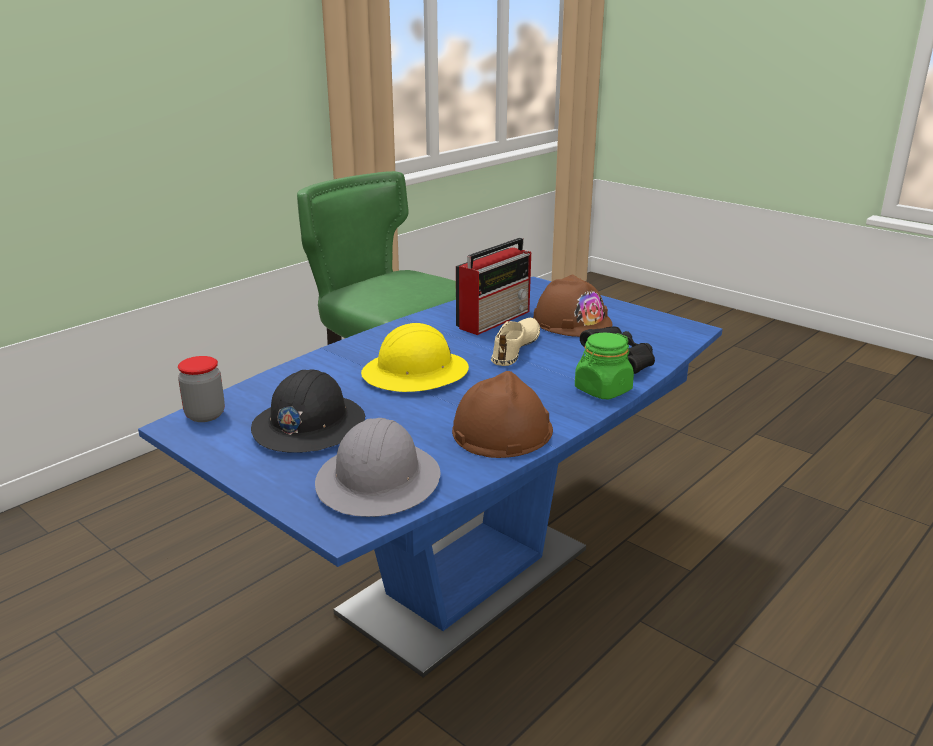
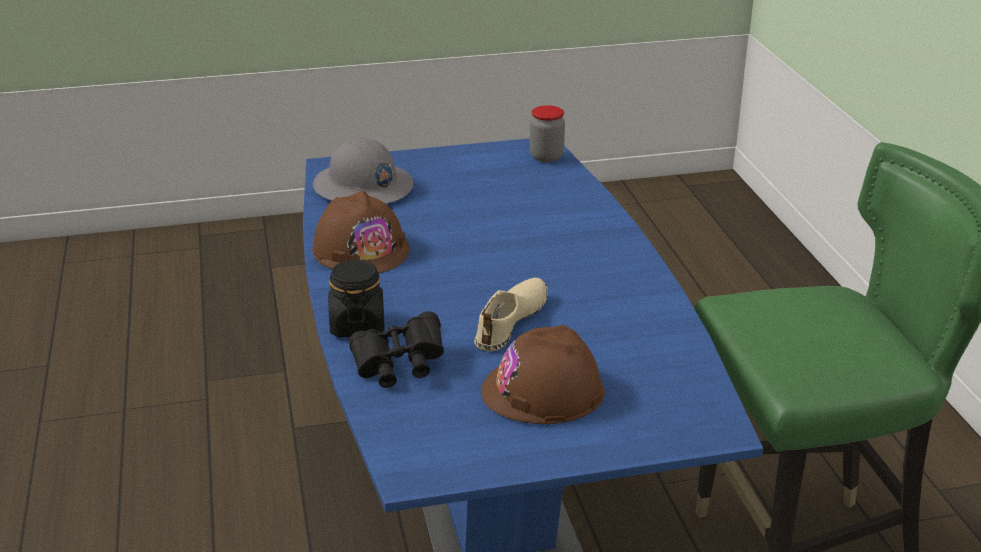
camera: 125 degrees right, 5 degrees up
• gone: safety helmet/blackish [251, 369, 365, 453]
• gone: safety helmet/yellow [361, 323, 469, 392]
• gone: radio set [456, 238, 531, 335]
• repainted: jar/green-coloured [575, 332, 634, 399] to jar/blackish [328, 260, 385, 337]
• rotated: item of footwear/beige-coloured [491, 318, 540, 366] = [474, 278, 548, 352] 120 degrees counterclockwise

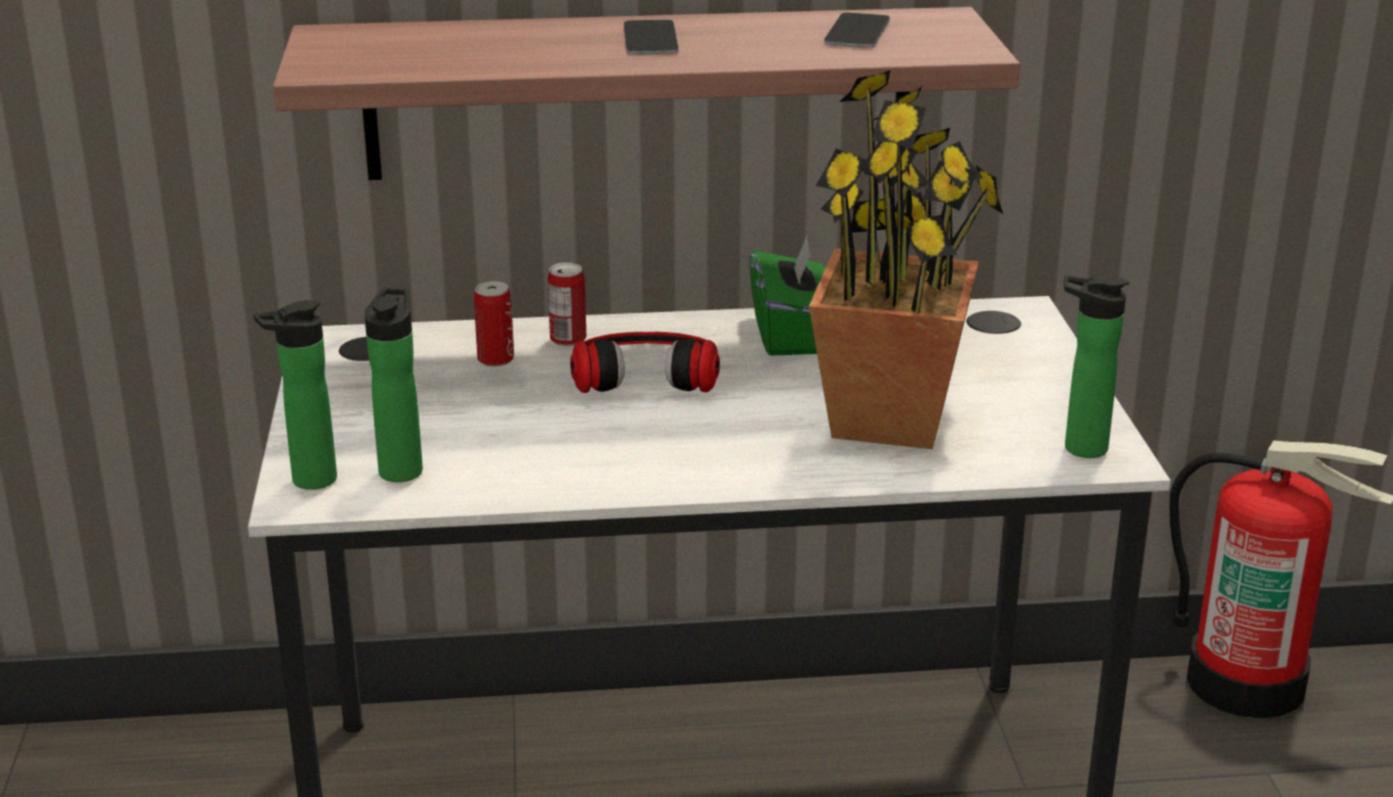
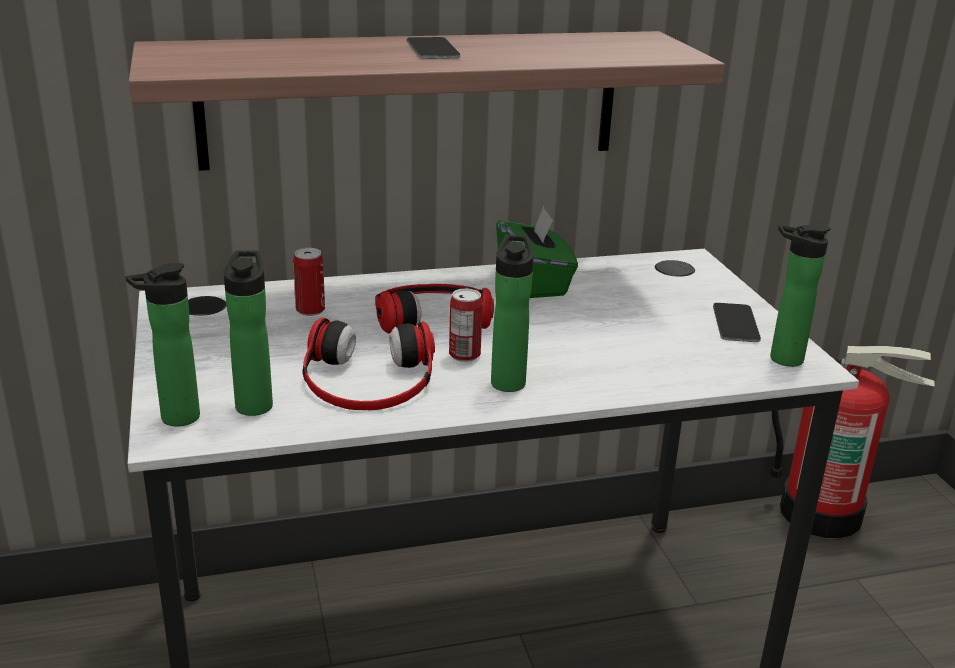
camera: 10 degrees left, 0 degrees up
• gone: potted plant [809, 70, 1003, 449]
• new: headphones [303, 318, 435, 410]
• new: bottle [491, 235, 534, 392]
• shifted: sealed can [548, 263, 586, 347] to [449, 289, 483, 362]
• shifted: telephone [824, 13, 890, 47] to [713, 303, 761, 342]

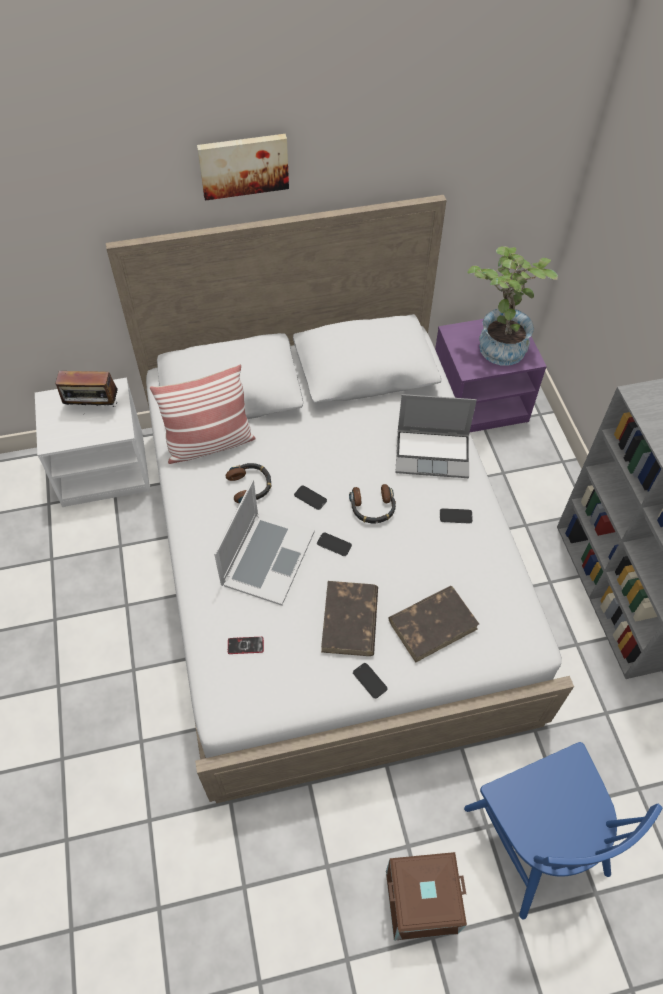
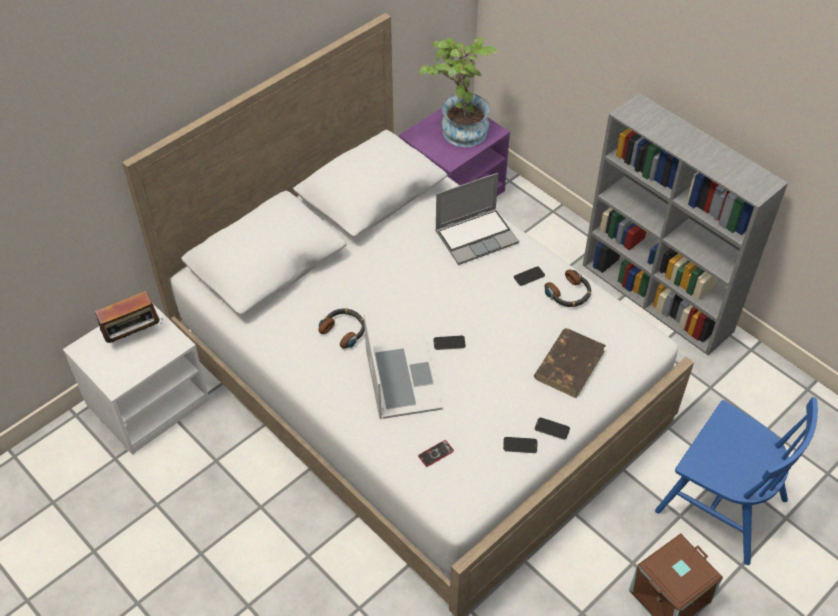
camera: 30 degrees left, 5 degrees down
• gone: throw pillow [150, 365, 256, 464]
• gone: wall art [197, 134, 289, 201]
• gone: volume/brown-coloured [321, 581, 378, 656]
• shifted: telephone [294, 485, 327, 510] to [503, 437, 537, 453]
• shifted: headphones [349, 484, 396, 523] to [544, 270, 591, 307]

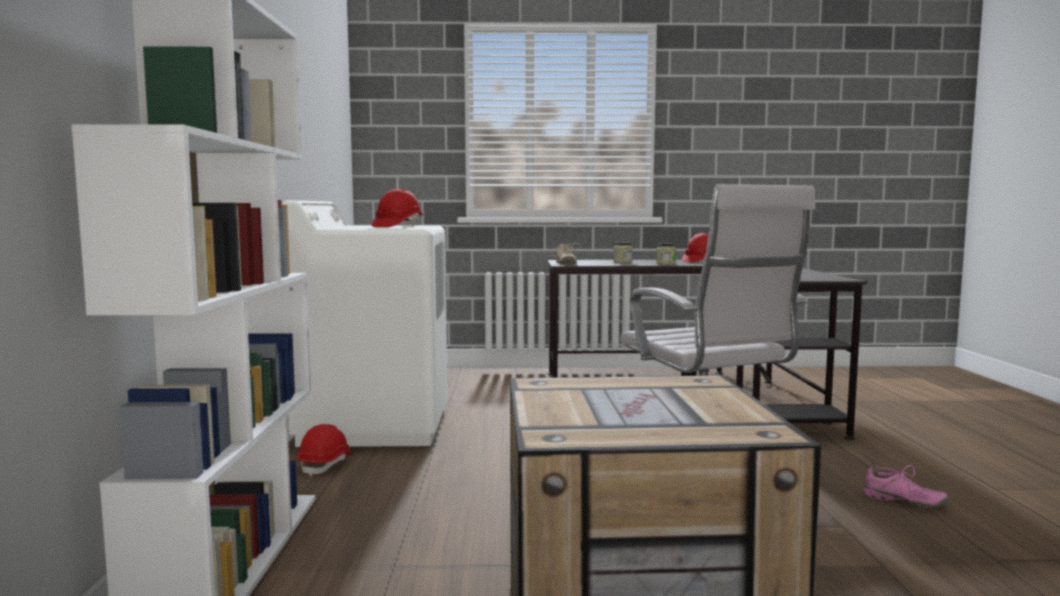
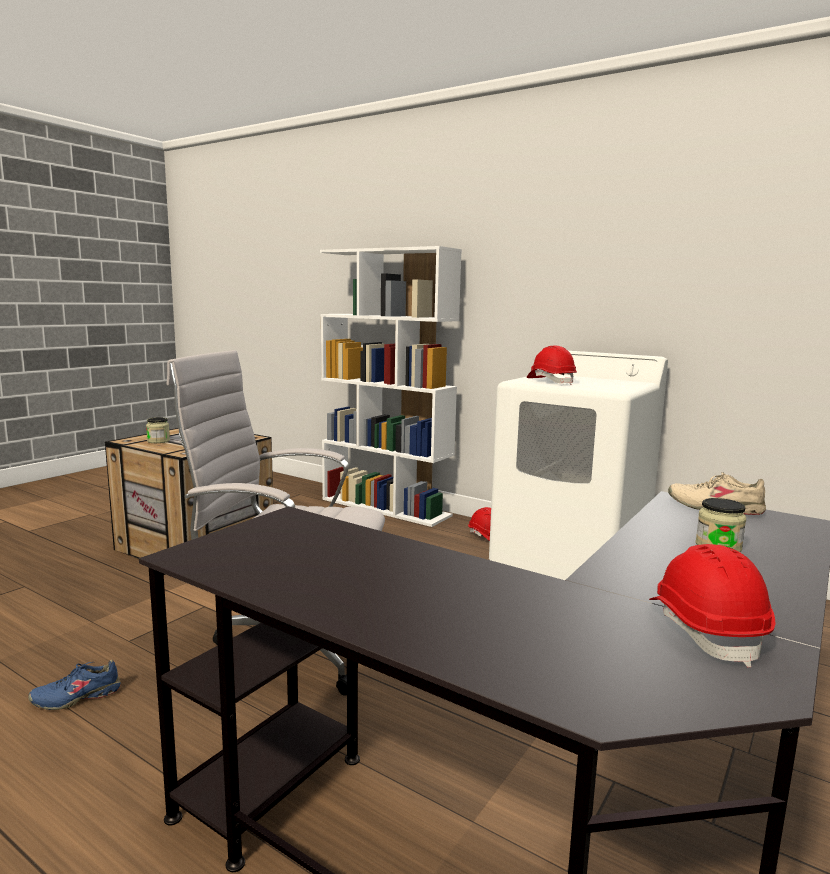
camera: 125 degrees right, 5 degrees up
• shifted: jar [656, 243, 676, 265] to [146, 417, 170, 443]
• repainted: item of footwear/pink [863, 465, 949, 508] to item of footwear/blue-coloured [28, 660, 121, 710]

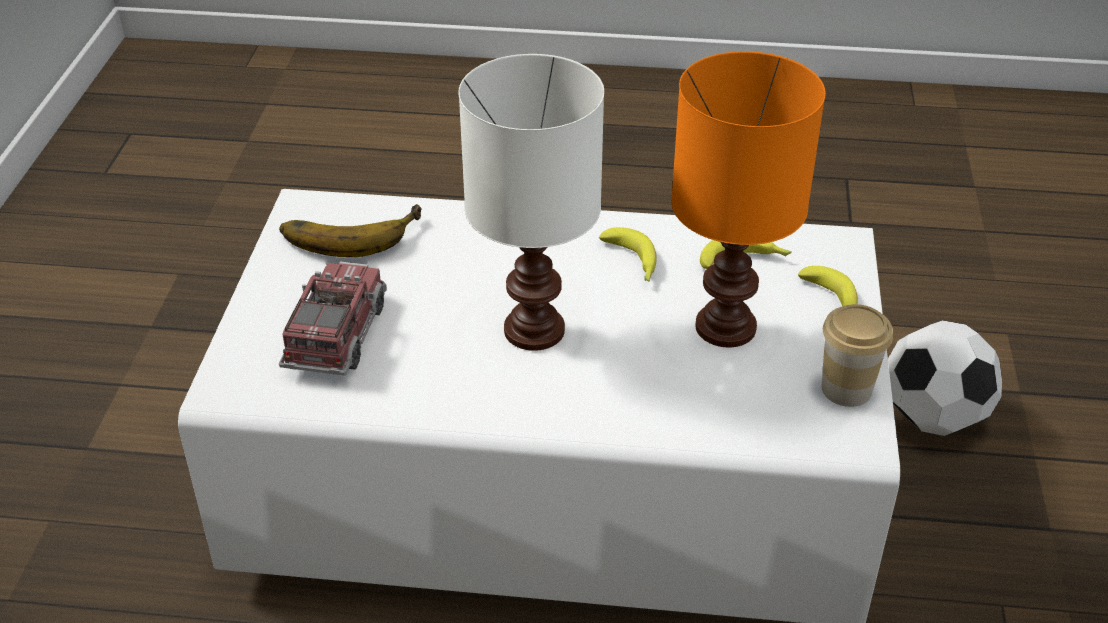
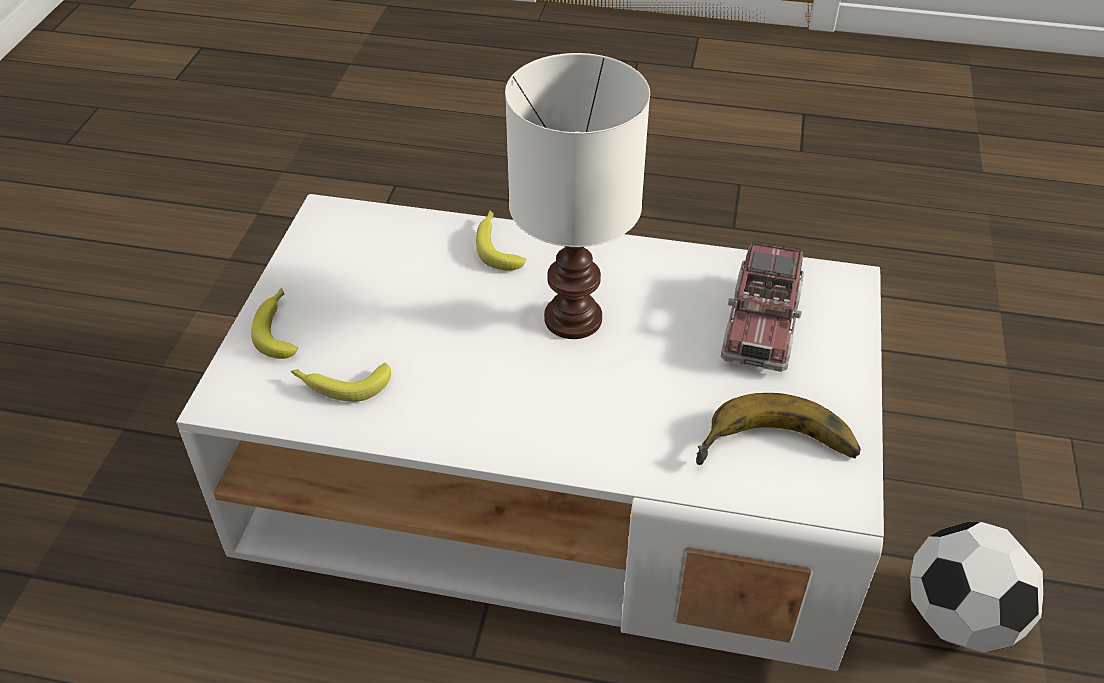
camera: 175 degrees left, 5 degrees up
• gone: table lamp/orange [671, 51, 826, 347]
• gone: cup [822, 304, 893, 407]
• shifted: banana [599, 227, 657, 281] to [476, 210, 526, 271]
• shifted: football [888, 320, 1002, 436] to [910, 522, 1043, 653]

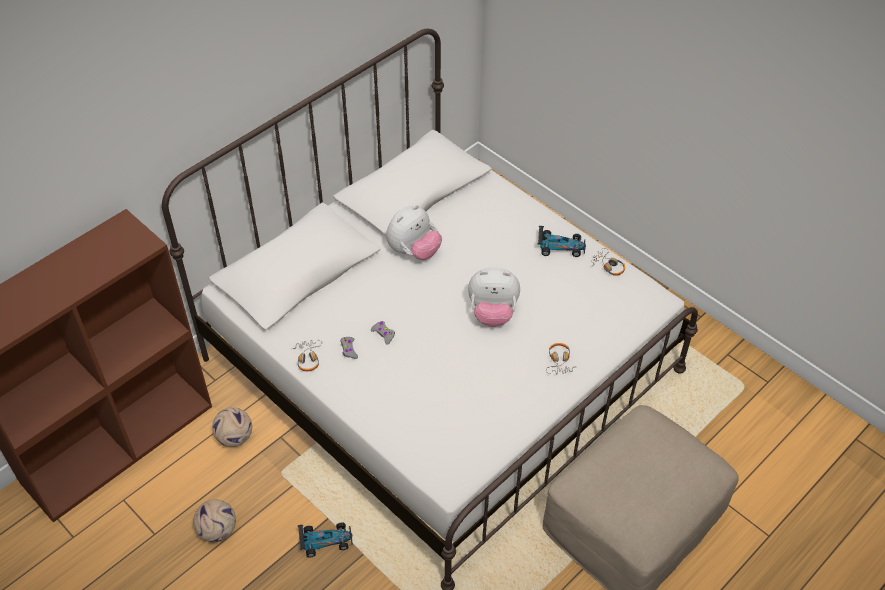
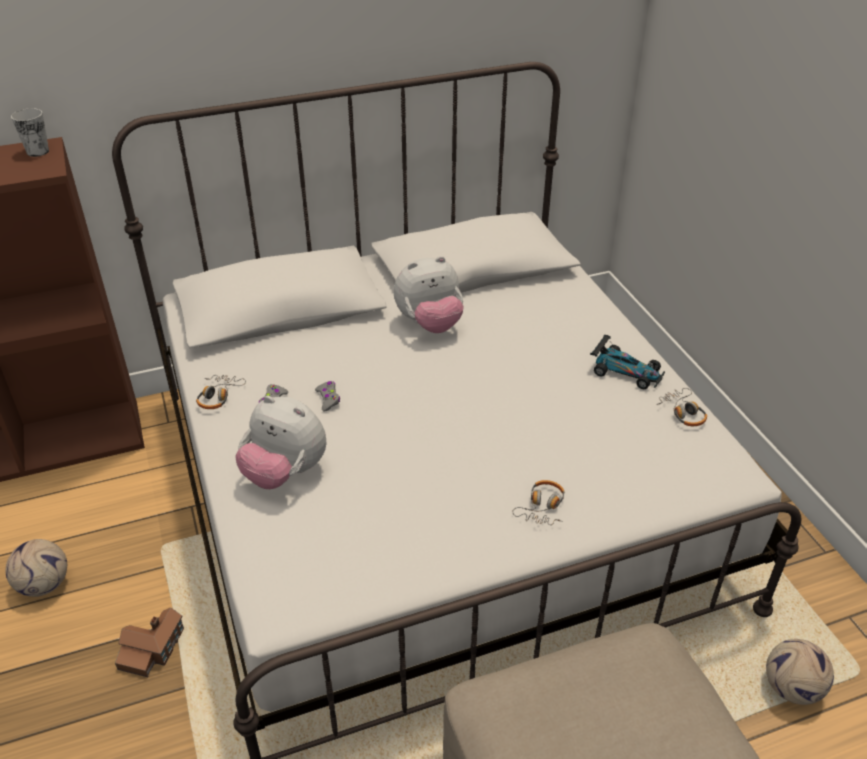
camera: 25 degrees right, 10 degrees down
• new: cup [11, 108, 49, 157]
• shifted: football [212, 407, 252, 447] to [766, 639, 834, 705]
• shifted: plush toy [468, 267, 520, 327] to [235, 396, 326, 489]
• swapped: model car [298, 523, 353, 557] to miniature house [115, 607, 184, 677]

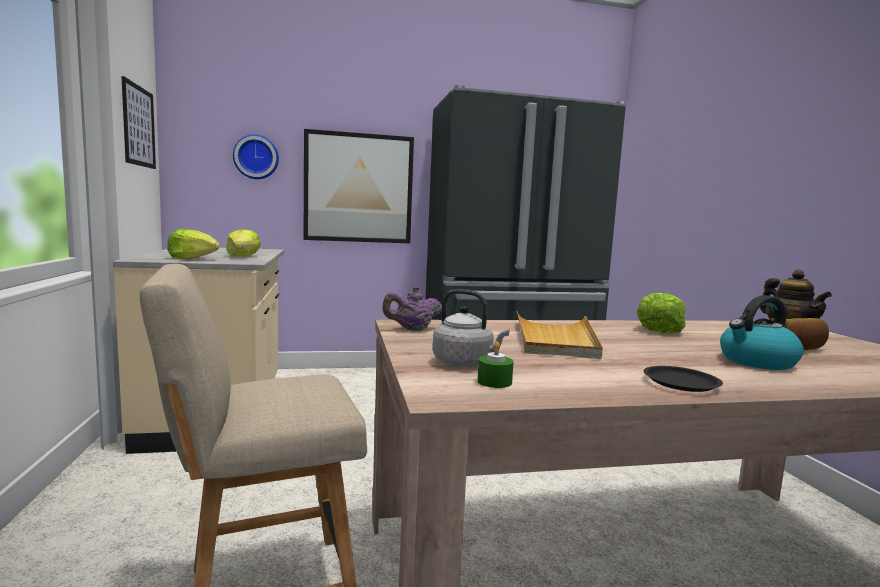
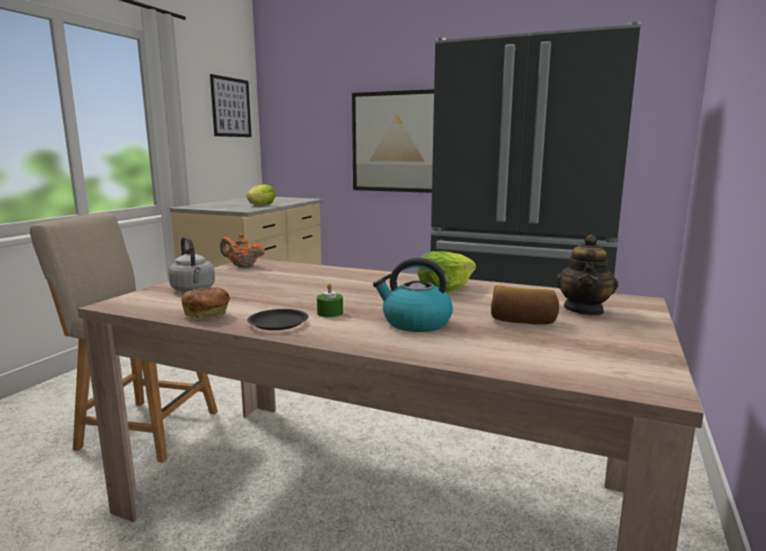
camera: 35 degrees right, 5 degrees up
• gone: lettuce [167, 229, 220, 259]
• gone: wall clock [233, 134, 279, 179]
• gone: tray/beige-coloured [517, 311, 603, 359]
• new: bread [181, 287, 230, 319]
• shifted: wax candle/green-coloured [477, 342, 514, 388] to [317, 283, 343, 317]
• repainted: tea pot/purple-coloured [382, 286, 442, 331] to tea pot/orange [220, 233, 265, 268]

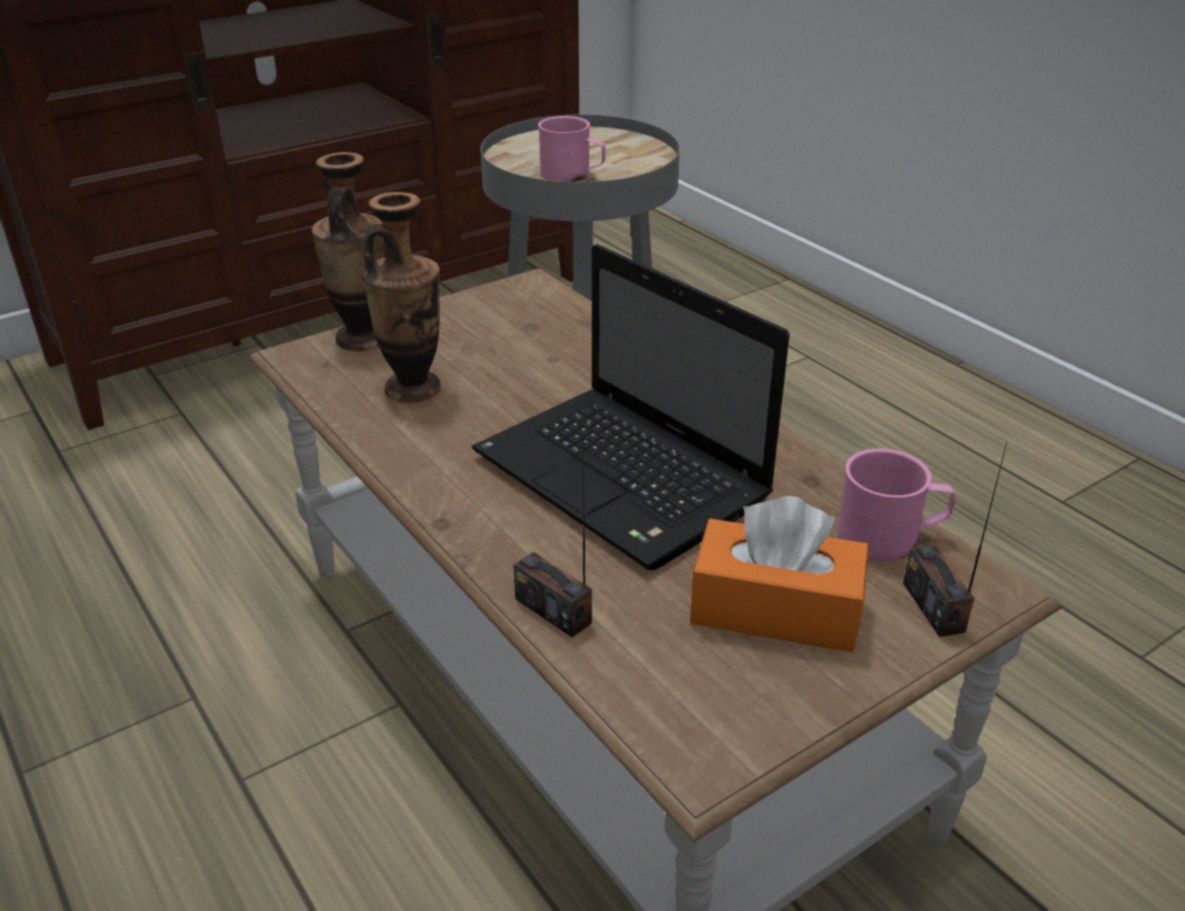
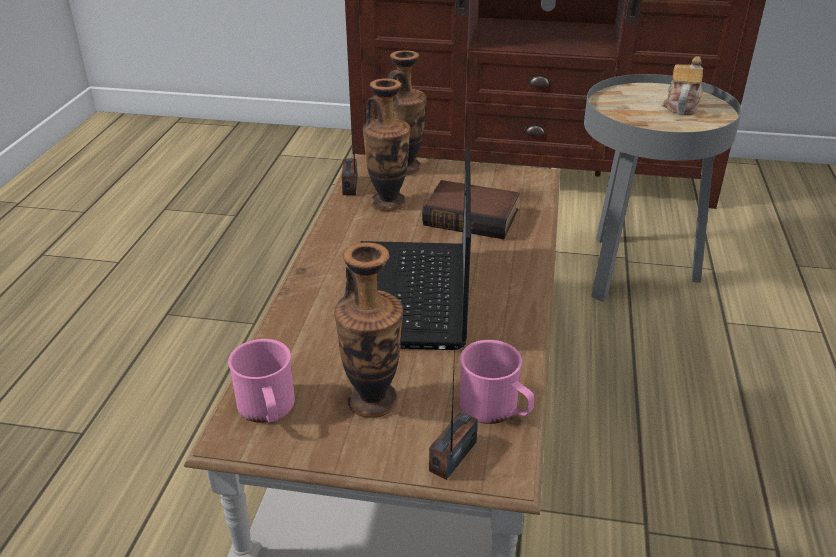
camera: 45 degrees right, 0 degrees up
• new: volume [422, 180, 519, 239]
• new: tea pot [663, 56, 703, 115]
• shifted: radio set [514, 435, 592, 638] to [342, 100, 357, 195]
• shifted: coffee mug/pink [538, 116, 606, 182] to [228, 339, 295, 423]
• swapped: tissue box/orange [690, 496, 869, 652] to flower vase [334, 242, 404, 418]

